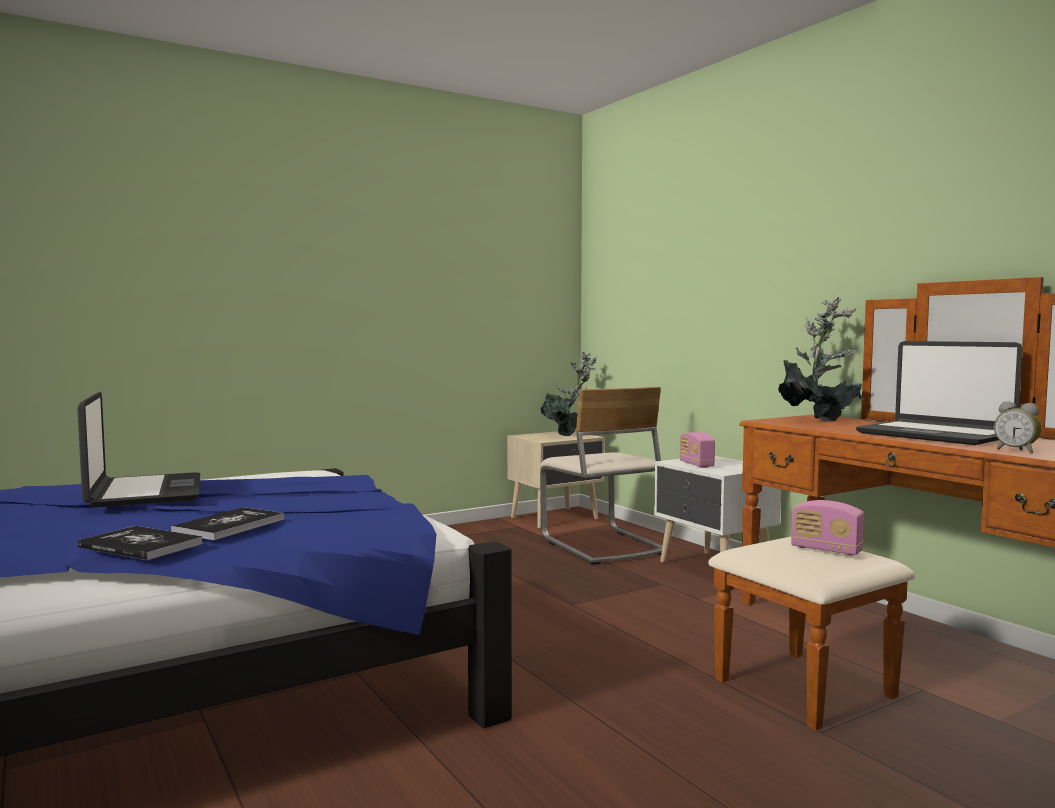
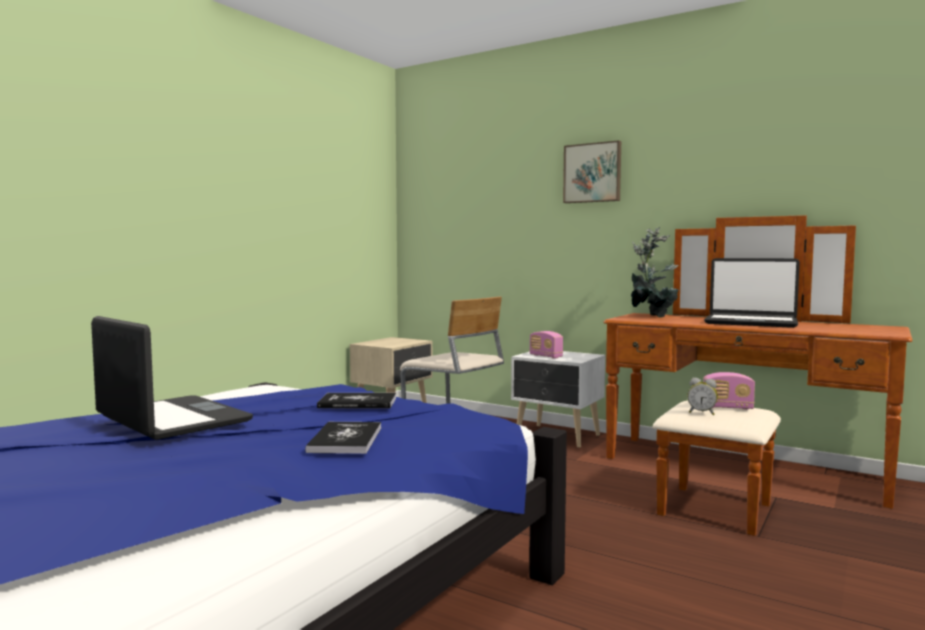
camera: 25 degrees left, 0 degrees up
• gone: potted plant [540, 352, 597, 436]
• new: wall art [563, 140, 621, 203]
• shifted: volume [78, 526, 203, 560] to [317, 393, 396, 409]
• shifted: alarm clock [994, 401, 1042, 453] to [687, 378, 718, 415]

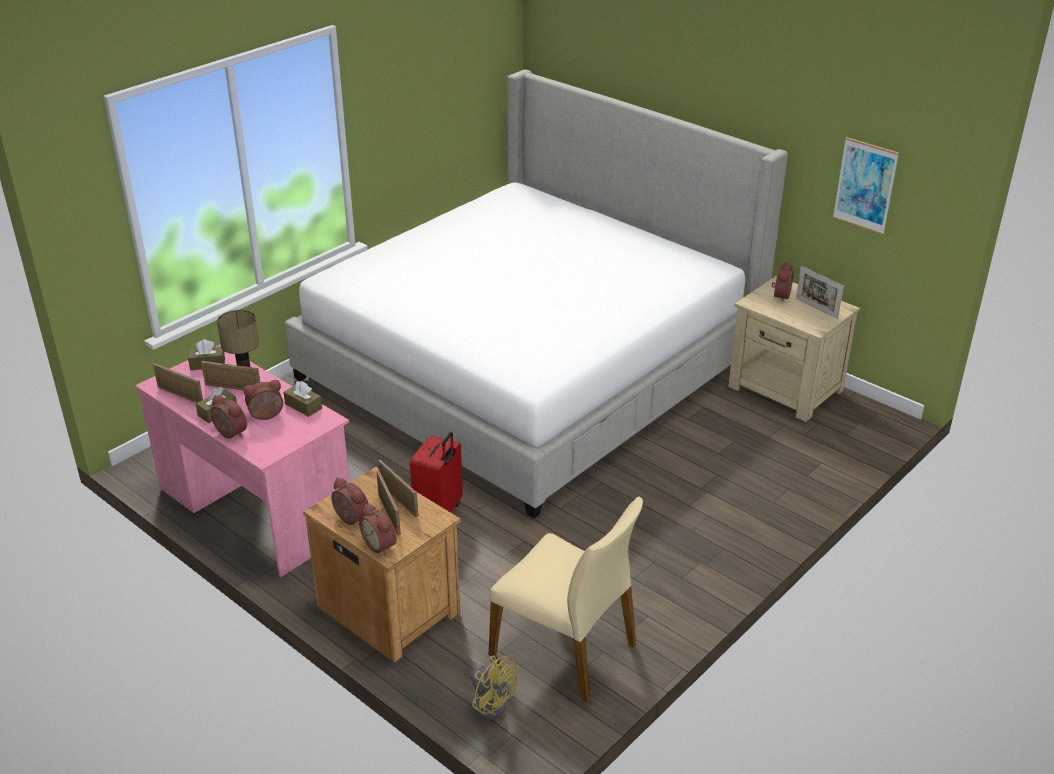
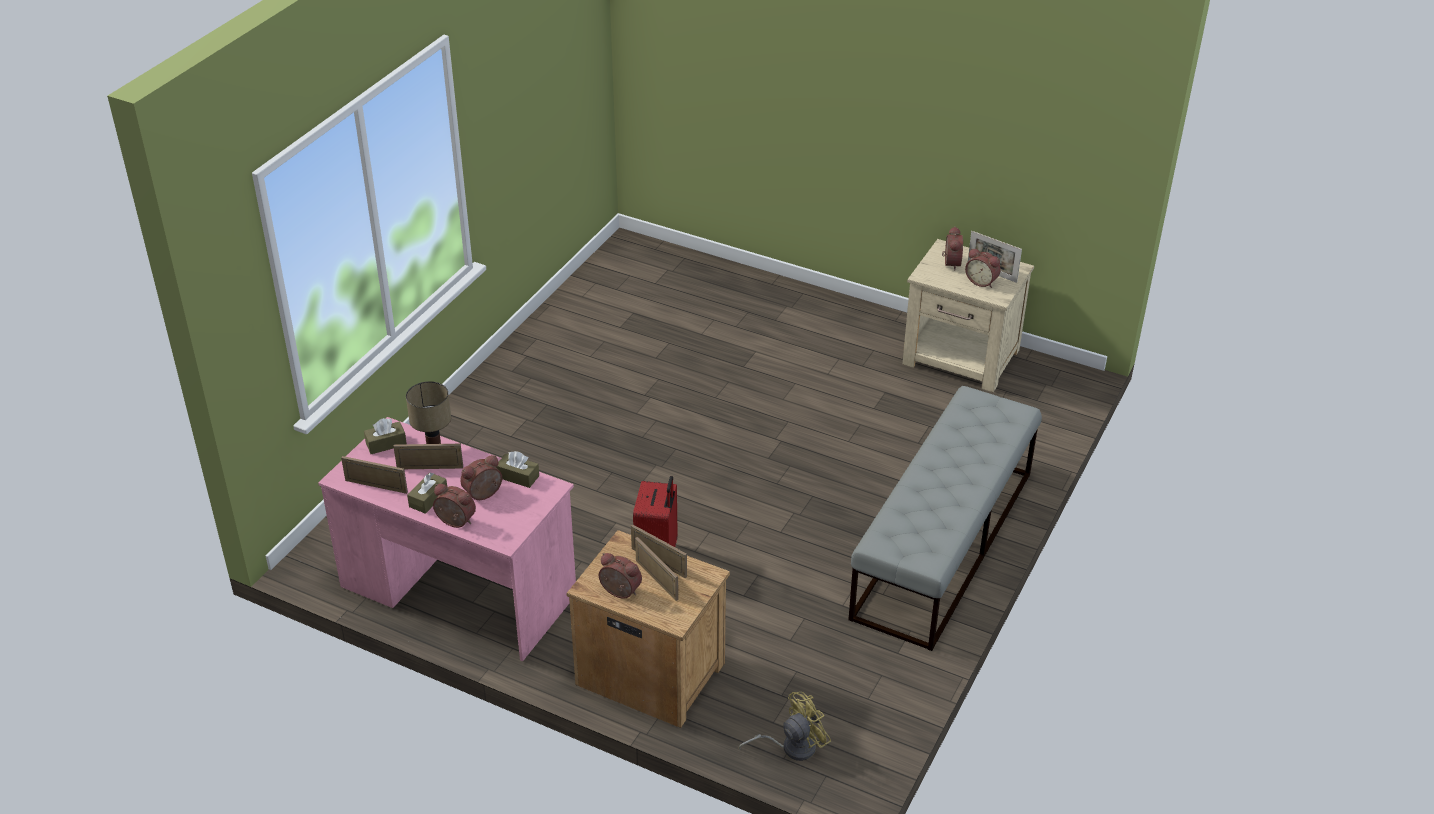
camera: 15 degrees left, 5 degrees up
• gone: sleeping bed [285, 69, 788, 518]
• gone: chair/beige-coloured [489, 497, 643, 703]
• gone: wall art [833, 137, 899, 235]
• new: indoor bench/grey [848, 386, 1042, 651]
• shifted: alarm clock [359, 504, 397, 556] to [965, 248, 1001, 288]
• rotated: cooling fan/yellow [468, 655, 518, 719] = [739, 692, 831, 761] 60 degrees counterclockwise

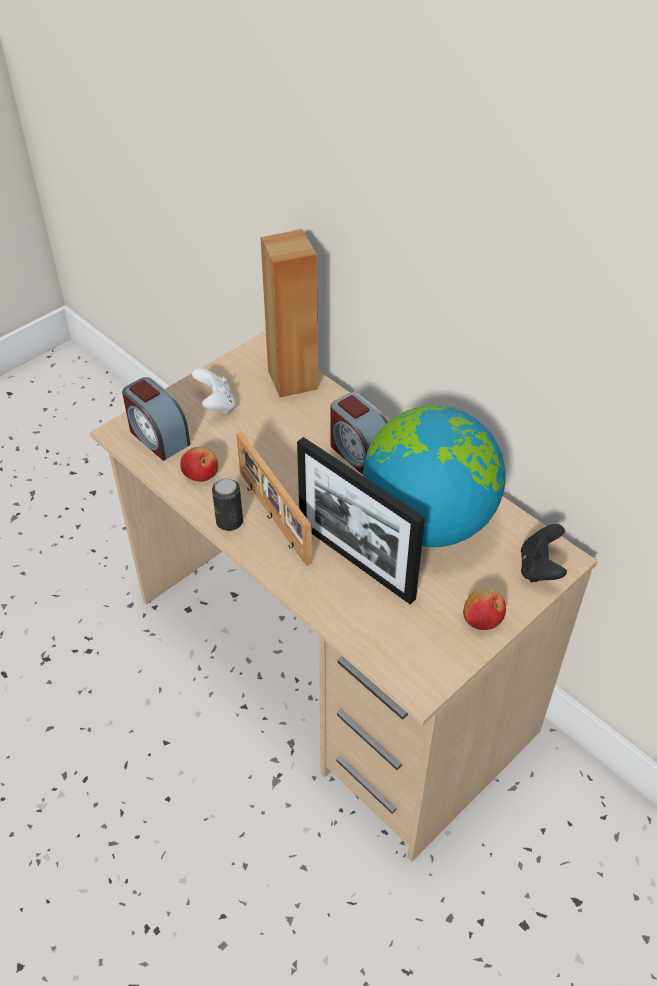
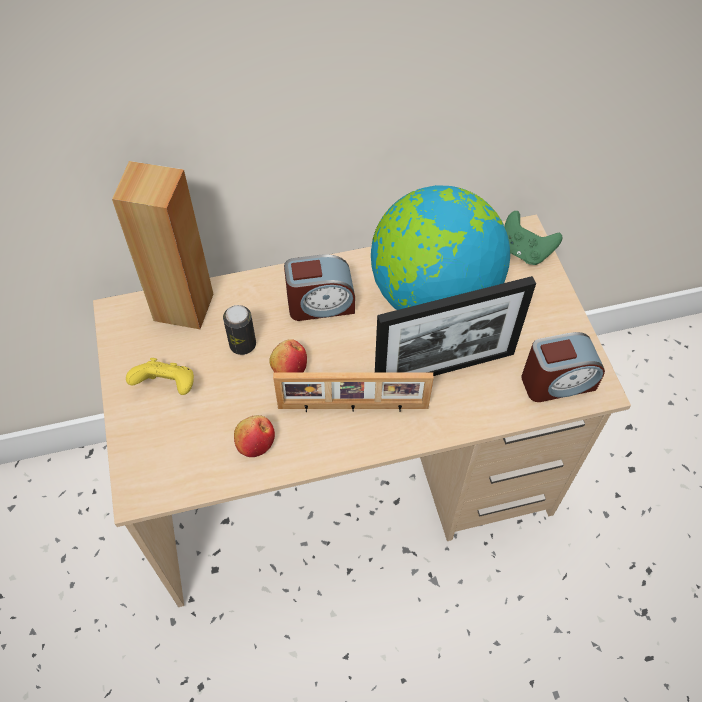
camera: 60 degrees left, 10 degrees up
• shifted: alarm clock [122, 377, 190, 461] to [521, 332, 605, 402]
• shifted: sealed can [212, 478, 243, 531] to [223, 305, 256, 355]
• shifted: apple fruit [463, 590, 506, 630] to [269, 339, 307, 372]
• repainted: joypad/whitish [192, 368, 236, 414] to joypad/yellow [126, 358, 194, 395]
• repainted: joypad/blackish [521, 524, 567, 582] to joypad/green-coloured [504, 211, 562, 265]

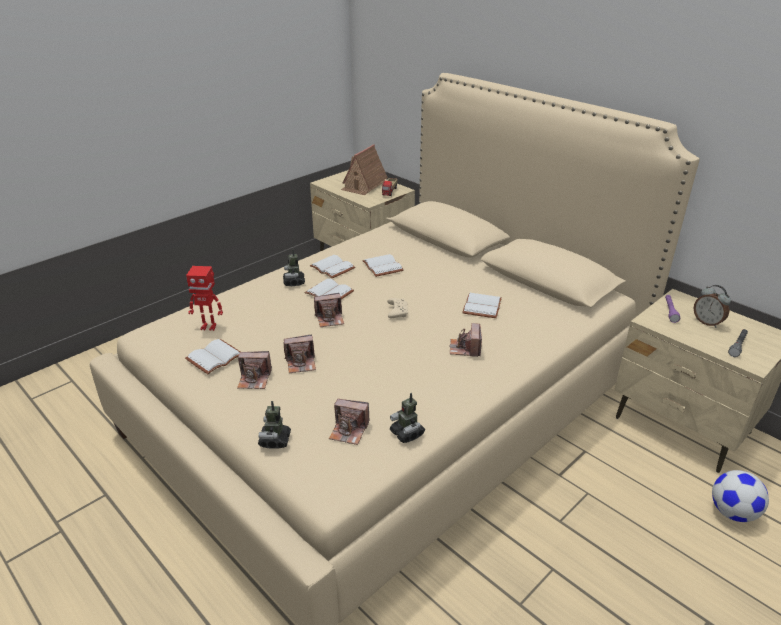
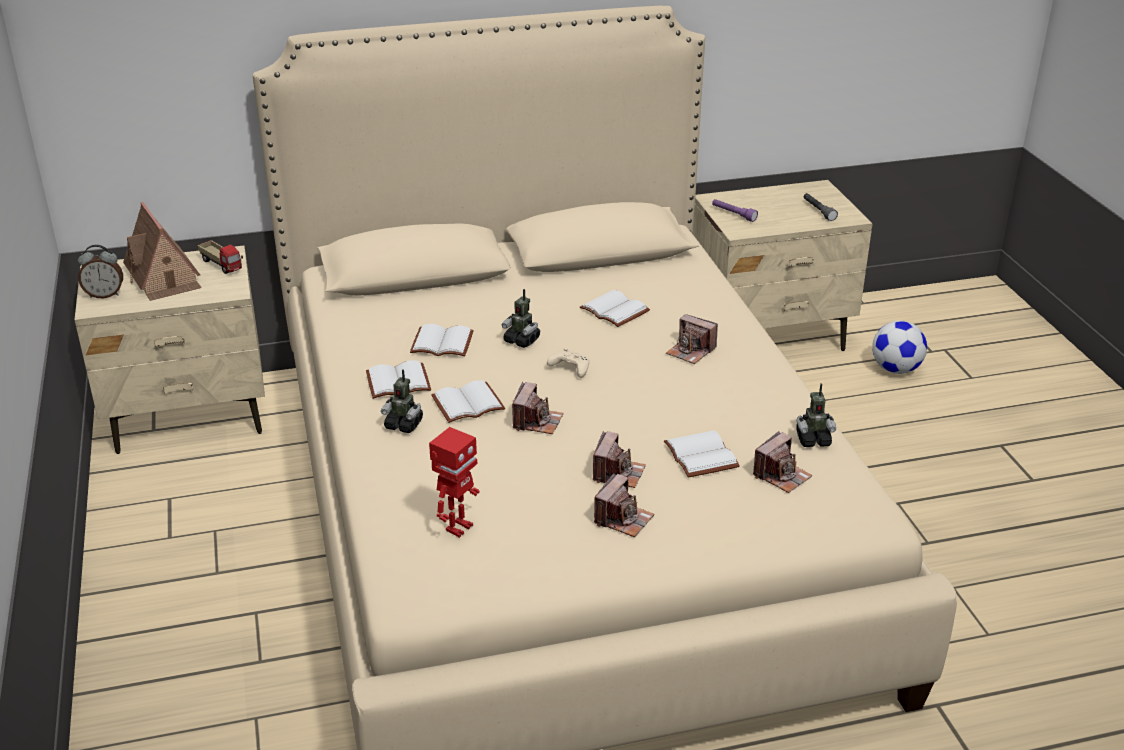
camera: 60 degrees left, 0 degrees up
• shifted: volume/whitish [185, 339, 240, 374] to [664, 430, 740, 478]
• shifted: robot figure [258, 401, 291, 449] to [502, 289, 540, 348]
• shifted: alarm clock [693, 285, 731, 328] to [78, 245, 123, 299]

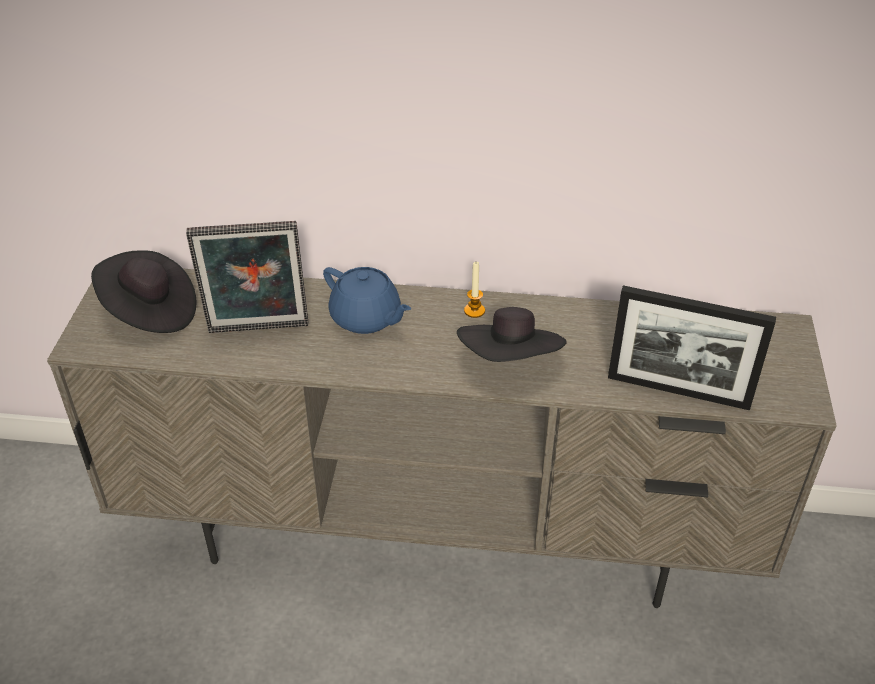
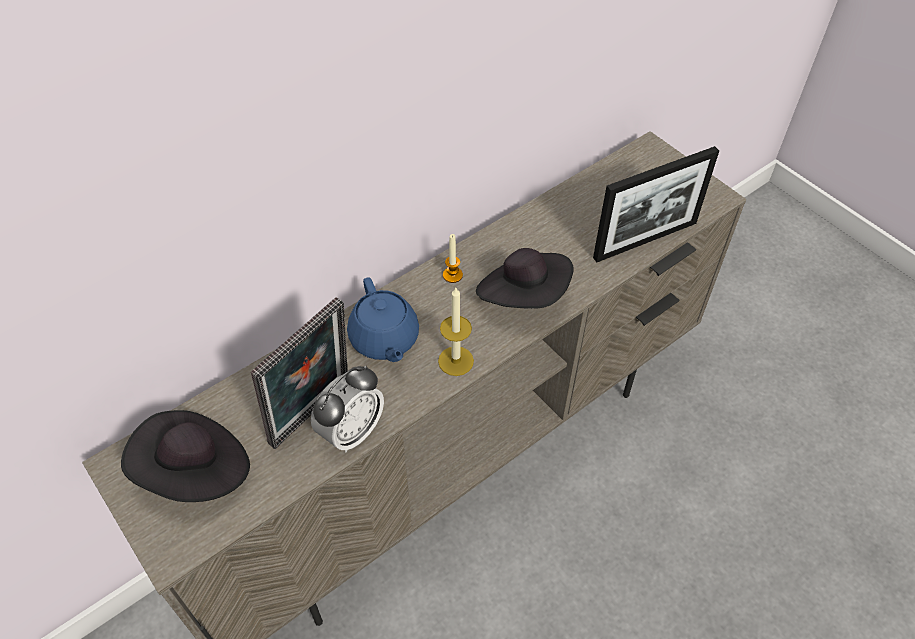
camera: 45 degrees left, 10 degrees up
• new: alarm clock [311, 366, 384, 453]
• new: wax candle [438, 288, 474, 376]
• rotated: tea pot/blue-coloured [323, 267, 411, 334] = [347, 277, 419, 362] 75 degrees clockwise

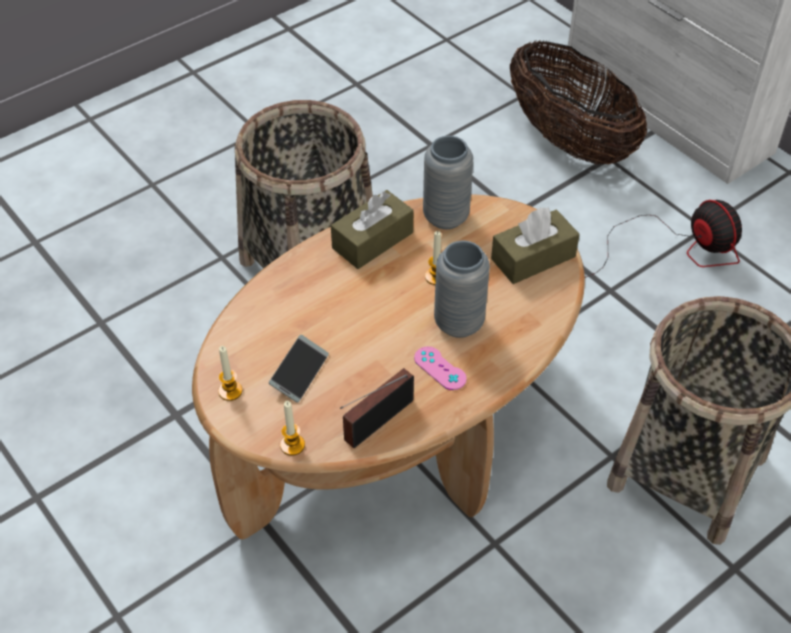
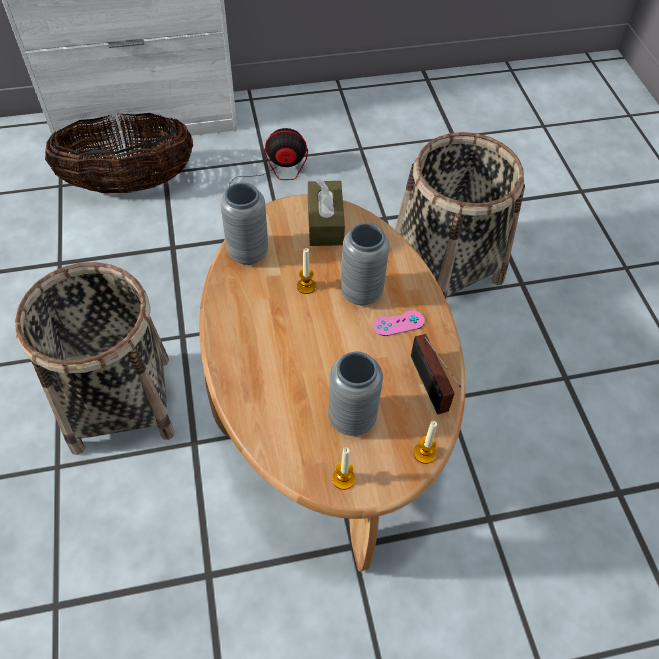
camera: 65 degrees left, 5 degrees up
• gone: tissue box/brown-coloured [331, 190, 413, 269]
• swapped: telephone [269, 335, 329, 403] to flower vase/grey [328, 352, 383, 436]

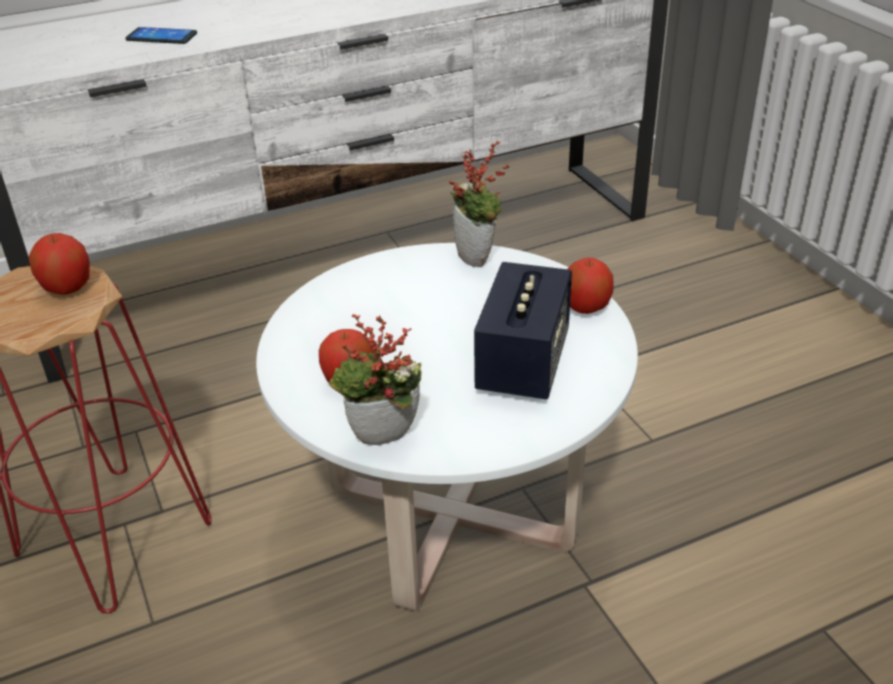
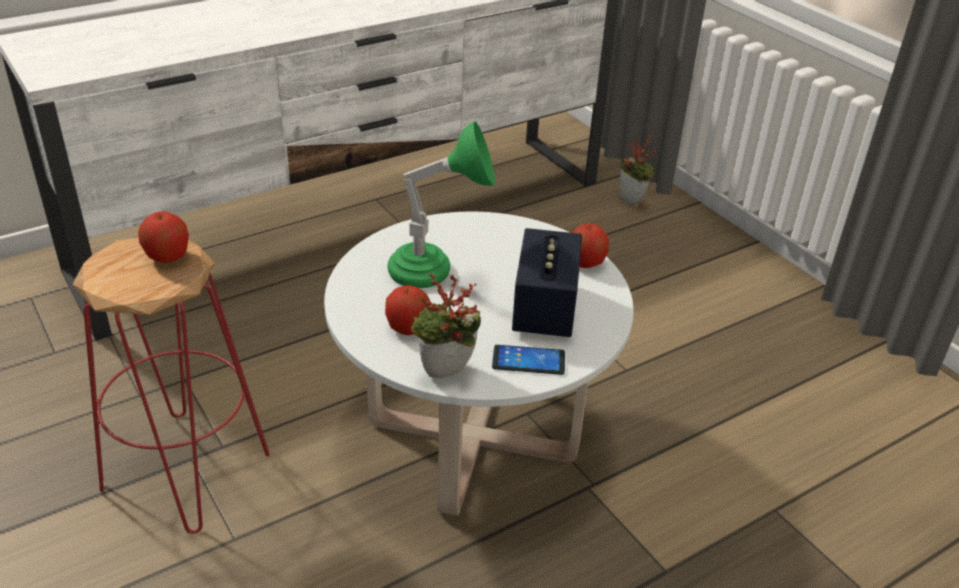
camera: 10 degrees left, 0 degrees up
• new: table lamp/green-coloured [388, 122, 495, 288]
• shifted: telephone [125, 27, 197, 44] to [492, 345, 565, 375]
• shifted: potted plant [449, 140, 510, 268] to [619, 134, 657, 207]

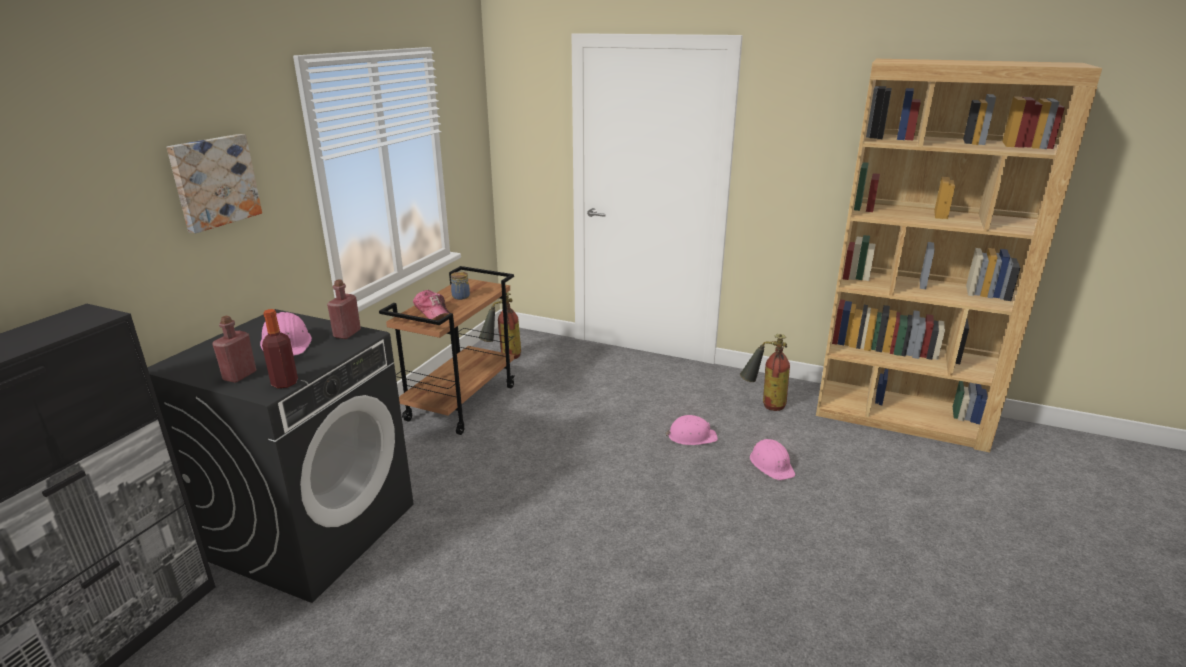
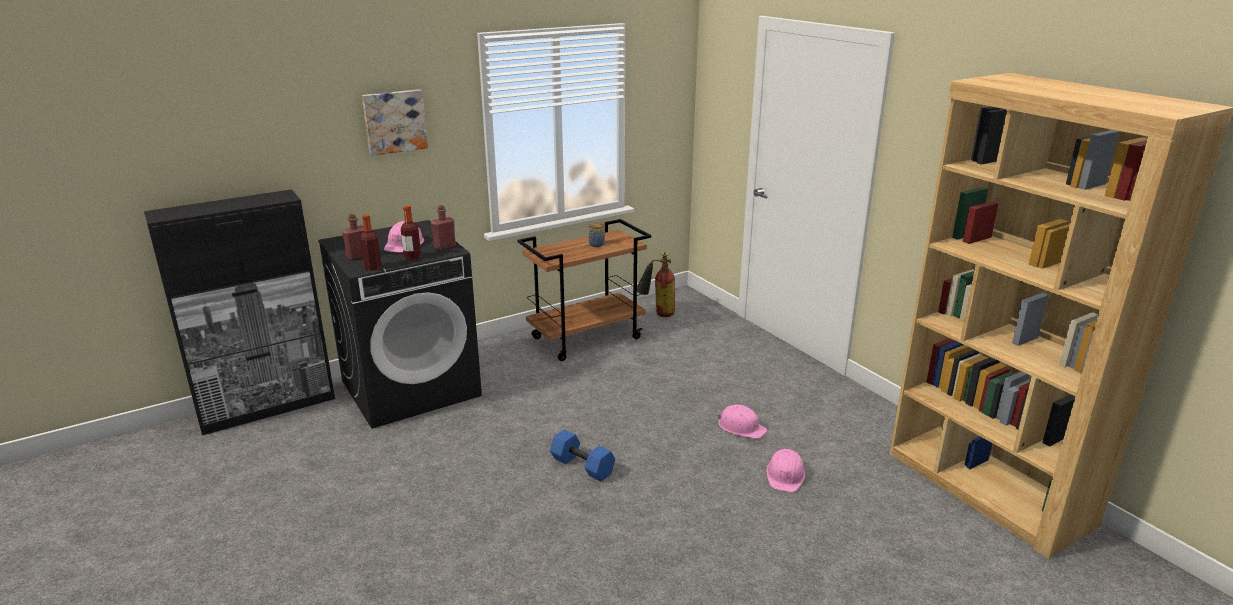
camera: 35 degrees right, 0 degrees up
• gone: baseball cap [413, 290, 450, 319]
• gone: fire extinguisher [740, 334, 790, 411]
• new: bottle [401, 205, 421, 260]
• new: hand weight/blue-coloured [550, 430, 615, 482]

